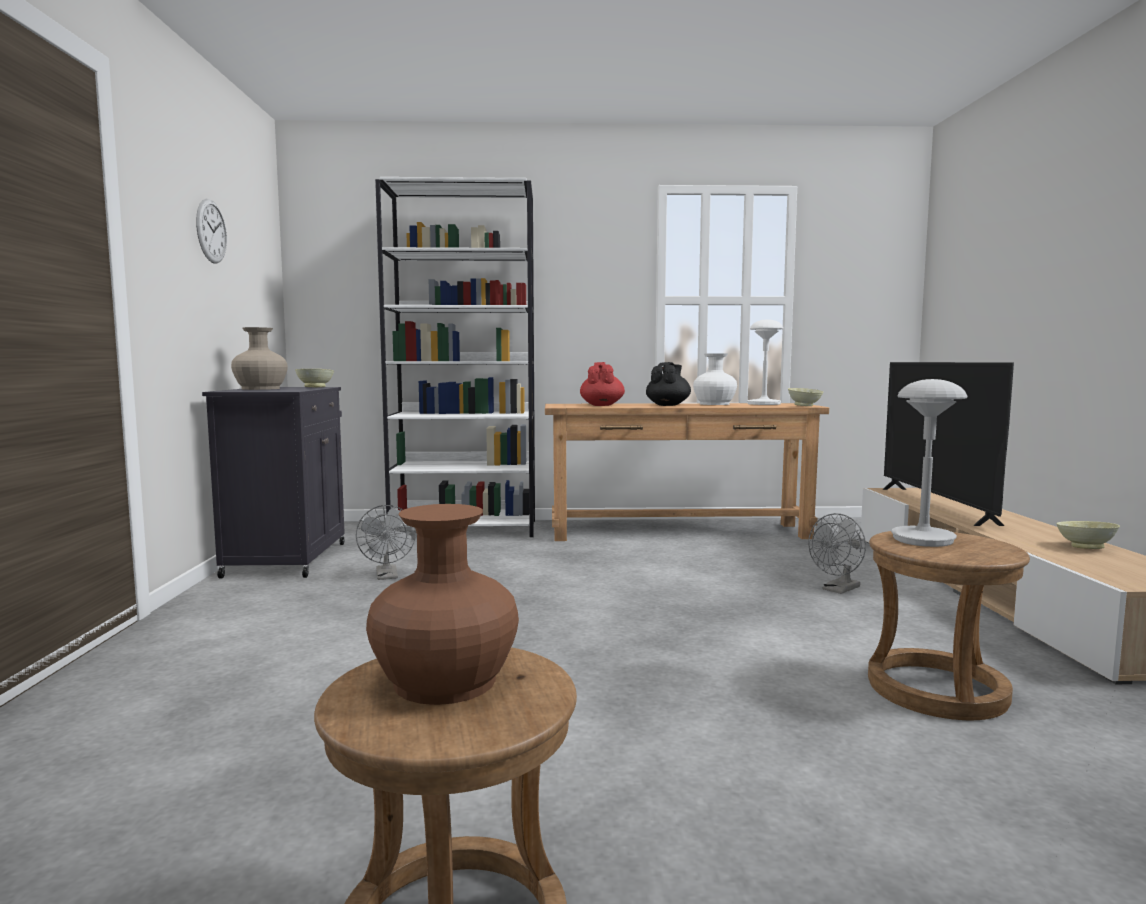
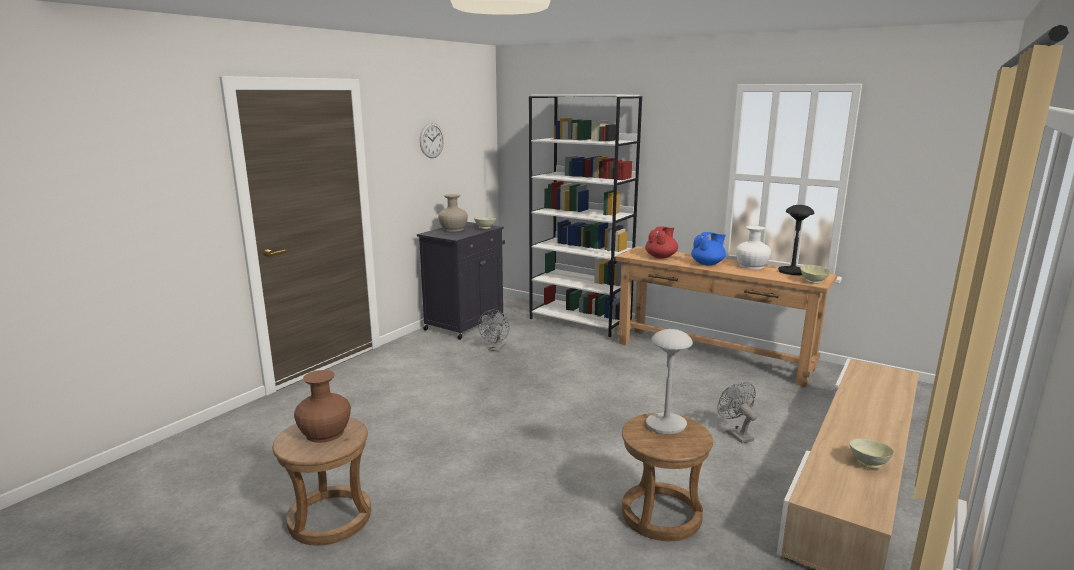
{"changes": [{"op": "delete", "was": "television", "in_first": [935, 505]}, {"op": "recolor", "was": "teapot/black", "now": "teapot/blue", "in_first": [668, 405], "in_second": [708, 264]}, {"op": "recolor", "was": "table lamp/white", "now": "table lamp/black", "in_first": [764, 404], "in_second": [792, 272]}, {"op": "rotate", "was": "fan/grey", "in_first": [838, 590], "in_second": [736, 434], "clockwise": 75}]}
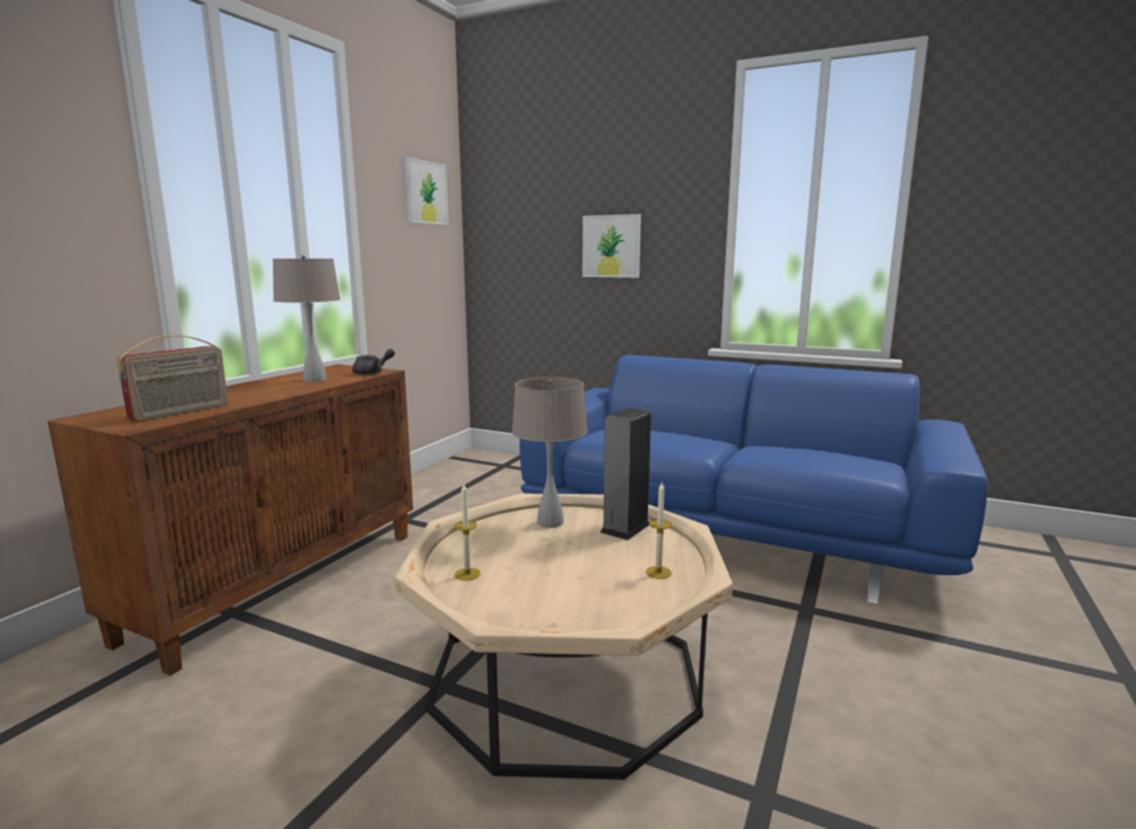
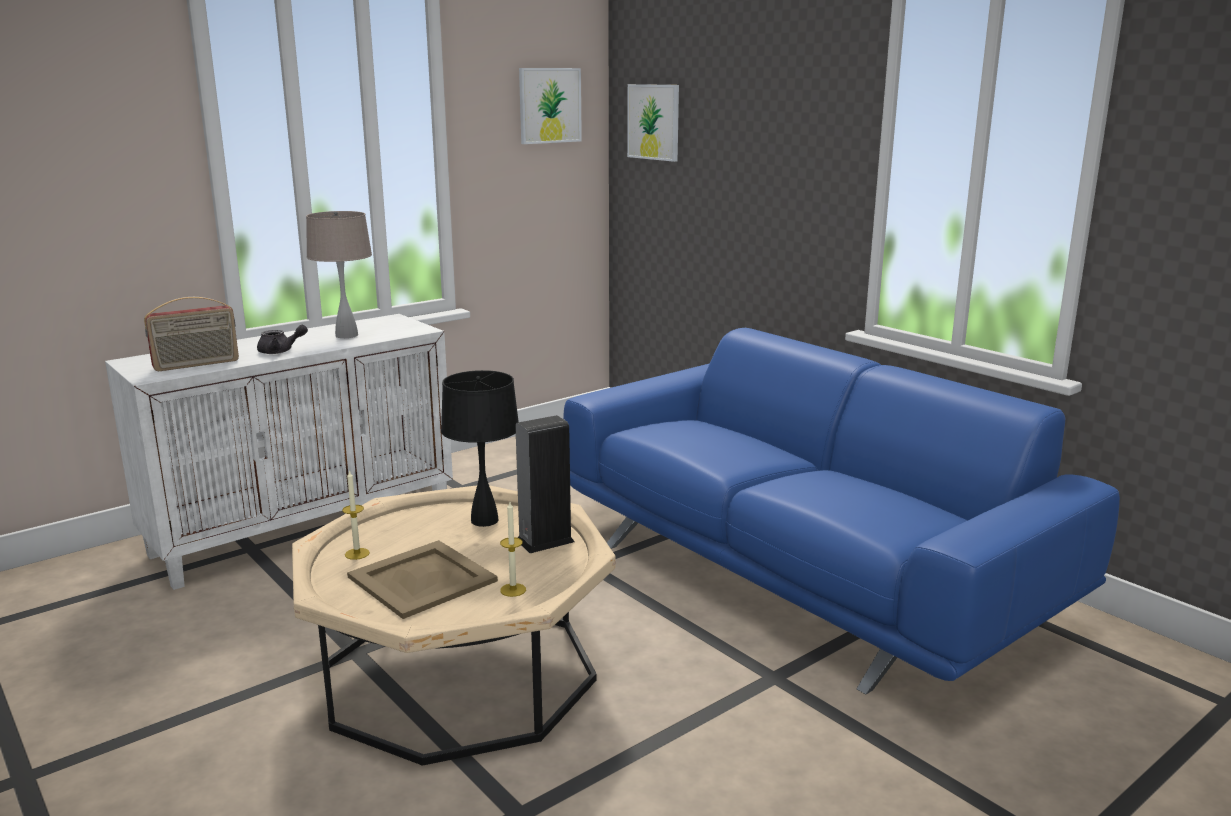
{"changes": [{"op": "insert", "now": "tray/beige", "in_second": [422, 580]}, {"op": "move", "was": "teapot/grey", "in_first": [373, 373], "in_second": [280, 351]}, {"op": "move", "was": "picture", "in_first": [611, 246], "in_second": [653, 122]}, {"op": "recolor", "was": "cabinet/brown", "now": "cabinet/white", "in_first": [281, 582], "in_second": [306, 529]}, {"op": "recolor", "was": "table lamp/beige", "now": "table lamp/black", "in_first": [550, 522], "in_second": [485, 520]}]}
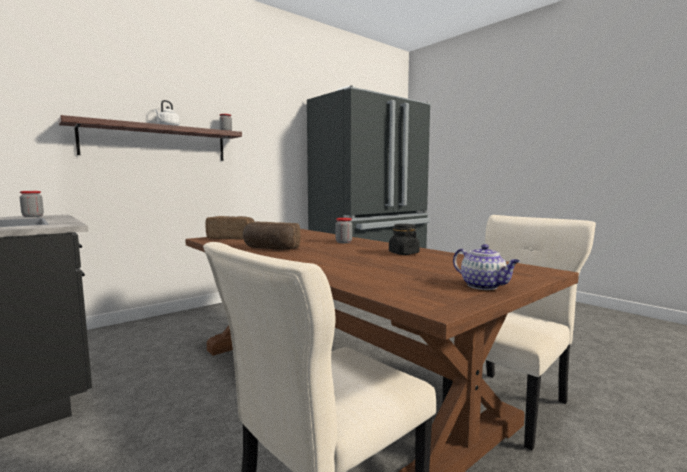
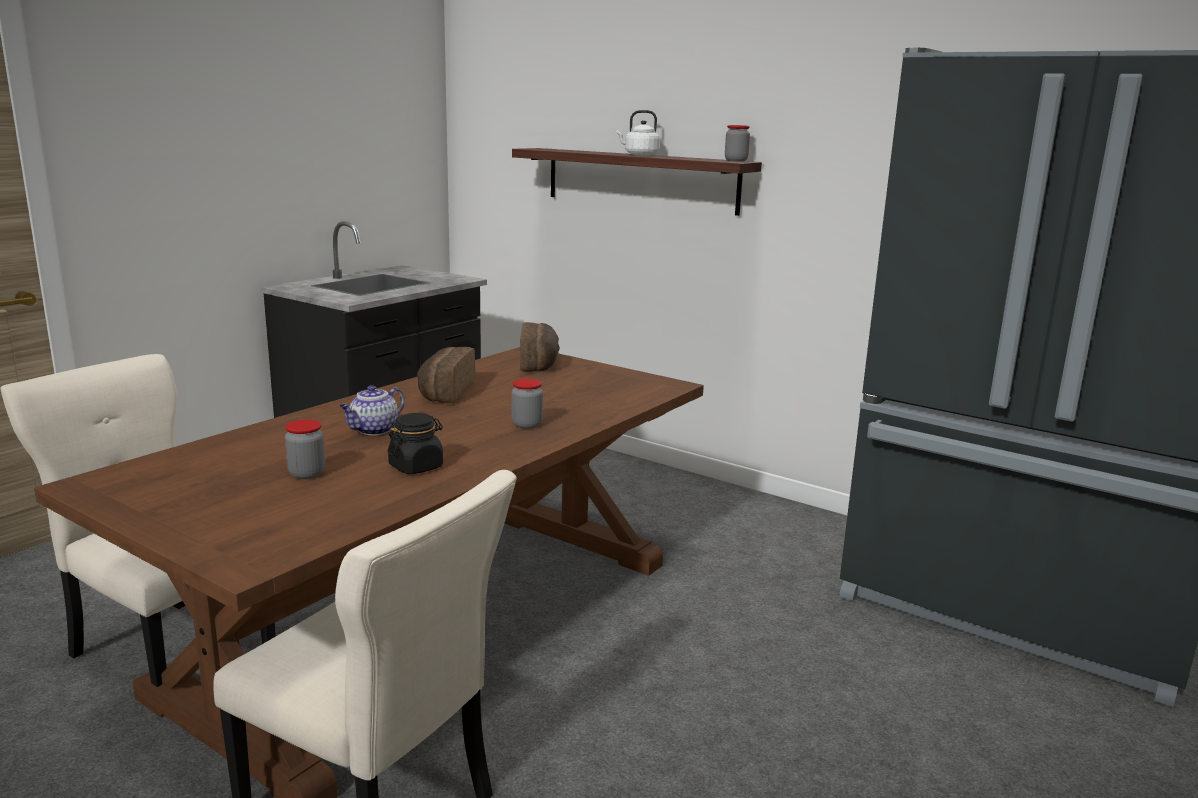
{"changes": [{"op": "move", "was": "jar", "in_first": [33, 216], "in_second": [307, 474]}, {"op": "move", "was": "teapot", "in_first": [484, 286], "in_second": [373, 430]}]}
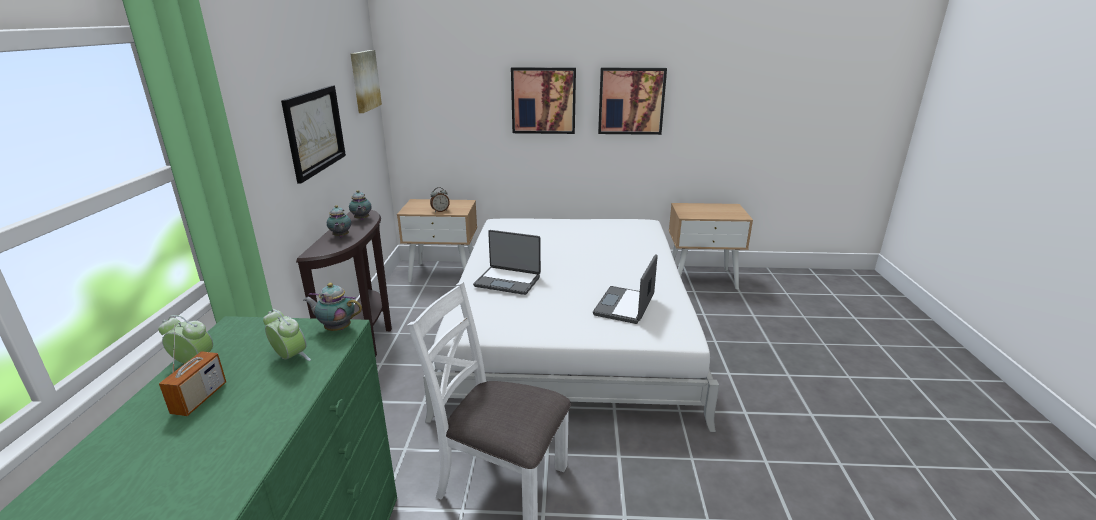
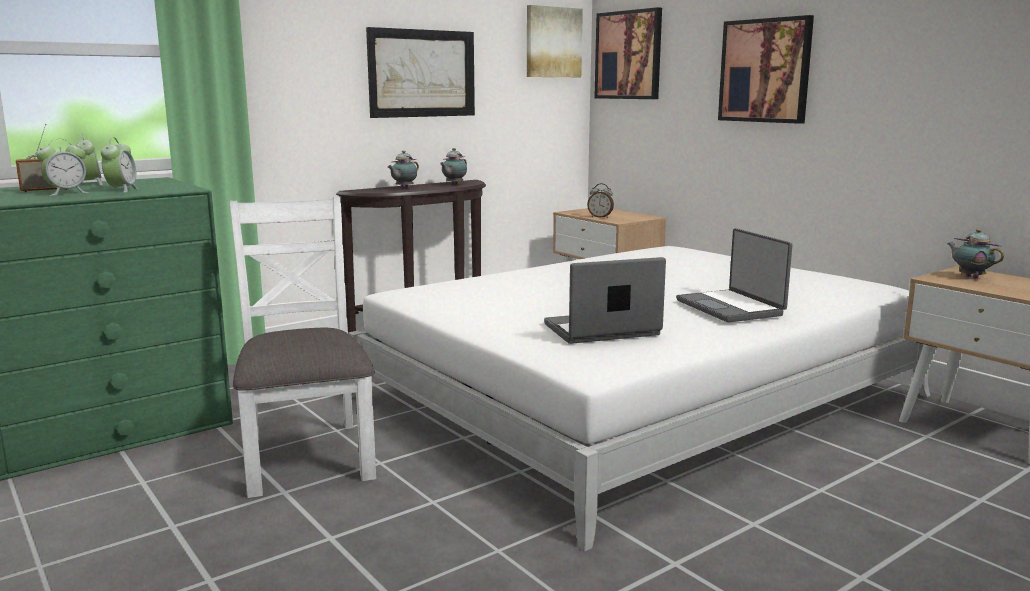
{"changes": [{"op": "insert", "now": "alarm clock", "in_second": [66, 193]}, {"op": "move", "was": "teapot", "in_first": [336, 329], "in_second": [970, 277]}, {"op": "move", "was": "laptop", "in_first": [508, 281], "in_second": [731, 307]}, {"op": "move", "was": "picture", "in_first": [631, 101], "in_second": [628, 55]}]}
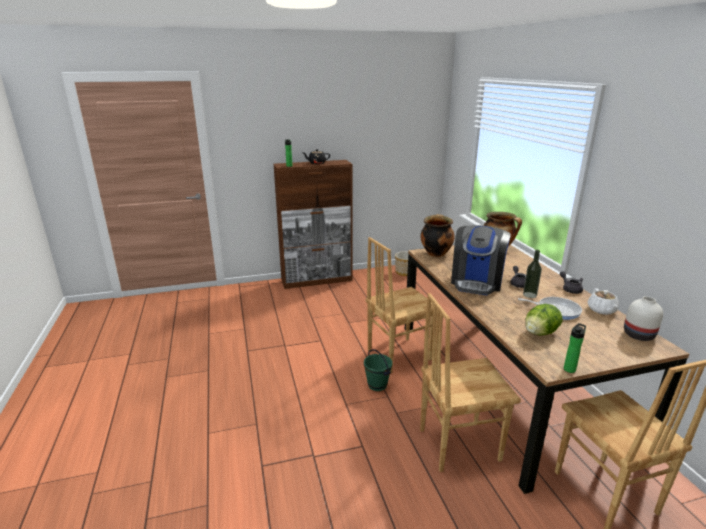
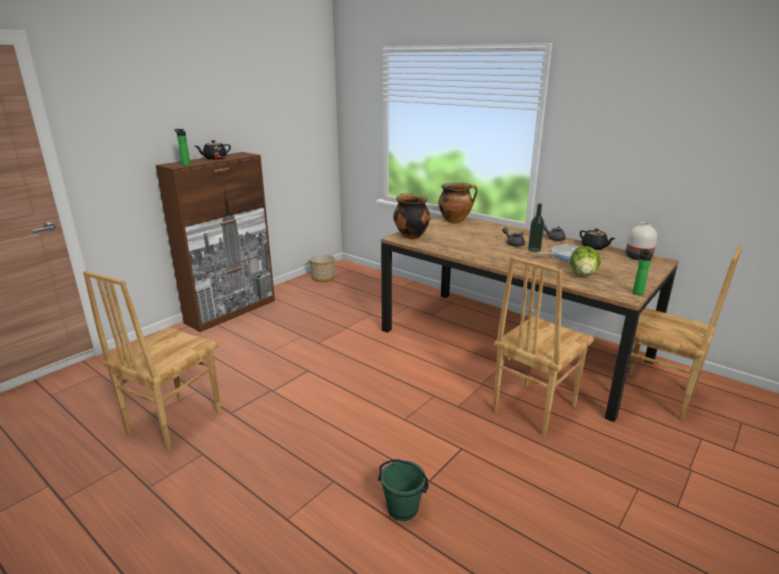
{"changes": [{"op": "delete", "was": "coffee machine", "in_first": [476, 282]}, {"op": "move", "was": "bucket/green", "in_first": [377, 385], "in_second": [403, 509]}, {"op": "move", "was": "chair/brown", "in_first": [398, 355], "in_second": [173, 423]}, {"op": "recolor", "was": "teapot/white", "now": "teapot/black", "in_first": [601, 310], "in_second": [594, 247]}]}
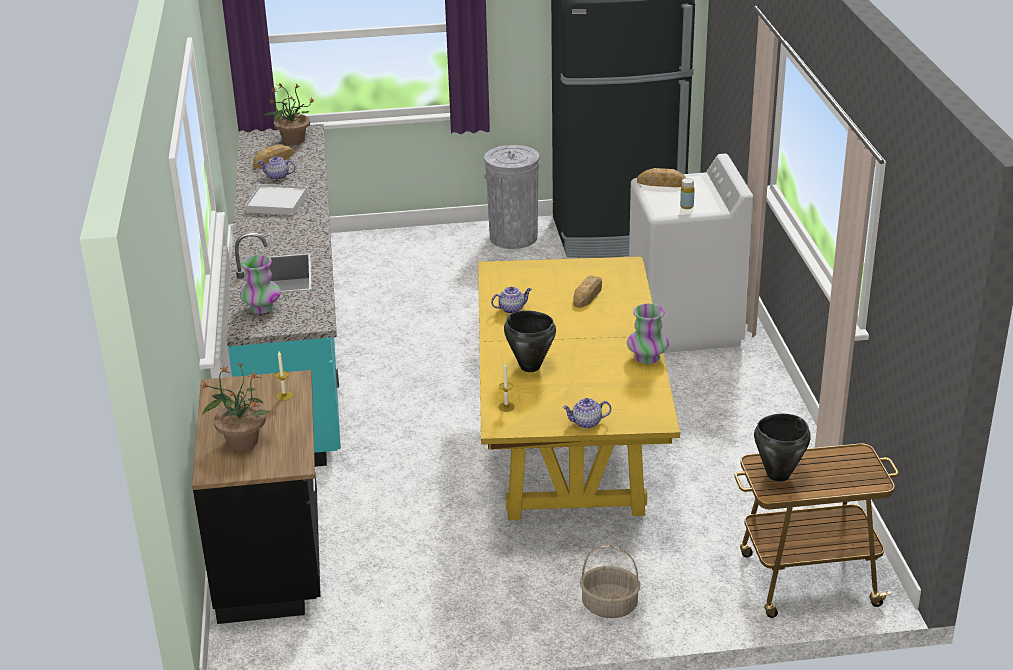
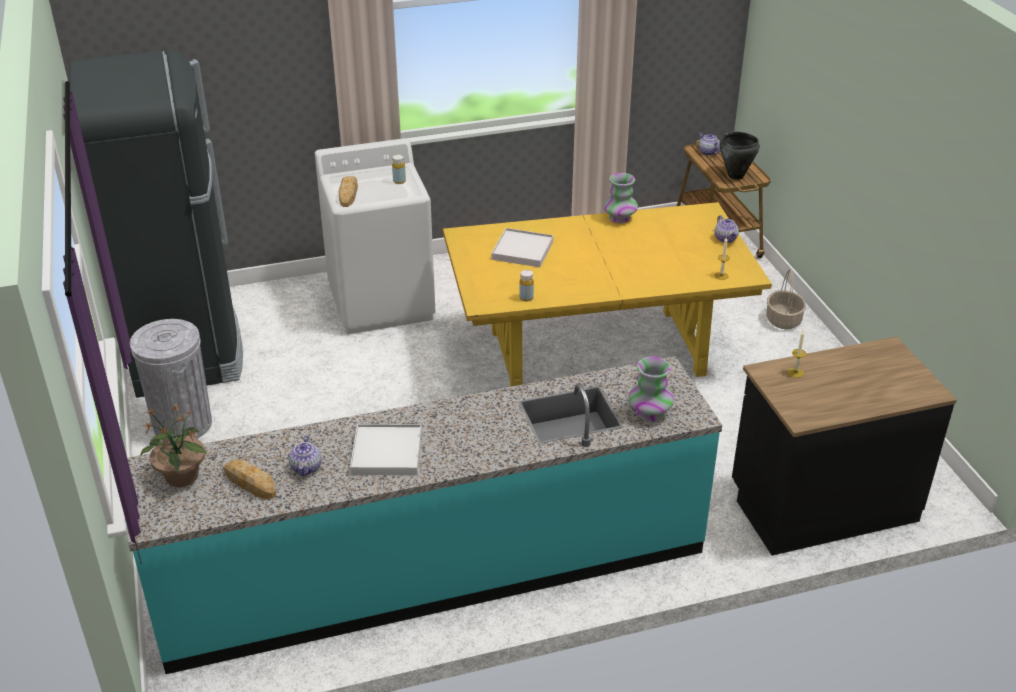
{"changes": [{"op": "delete", "was": "potted plant", "in_first": [242, 441]}, {"op": "delete", "was": "cooking pot/black", "in_first": [530, 366]}, {"op": "insert", "now": "bottle/yellow", "in_second": [526, 298]}, {"op": "move", "was": "teapot", "in_first": [512, 309], "in_second": [707, 152]}, {"op": "replace", "was": "bread", "now": "tray/white", "in_first": [588, 295], "in_second": [522, 250]}]}
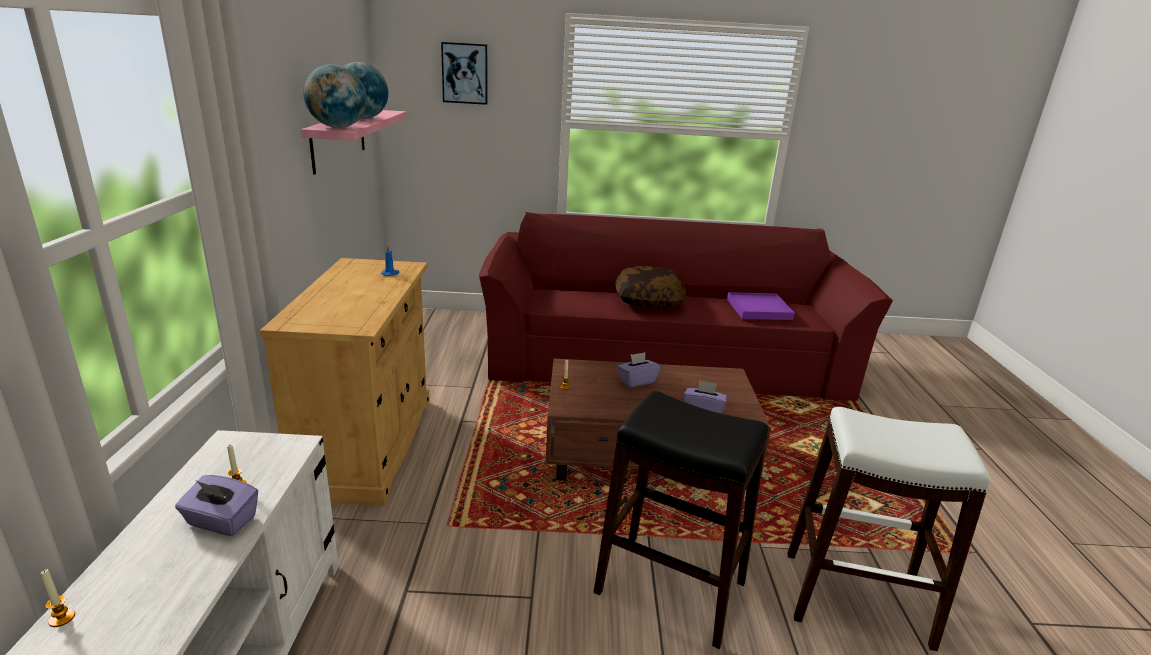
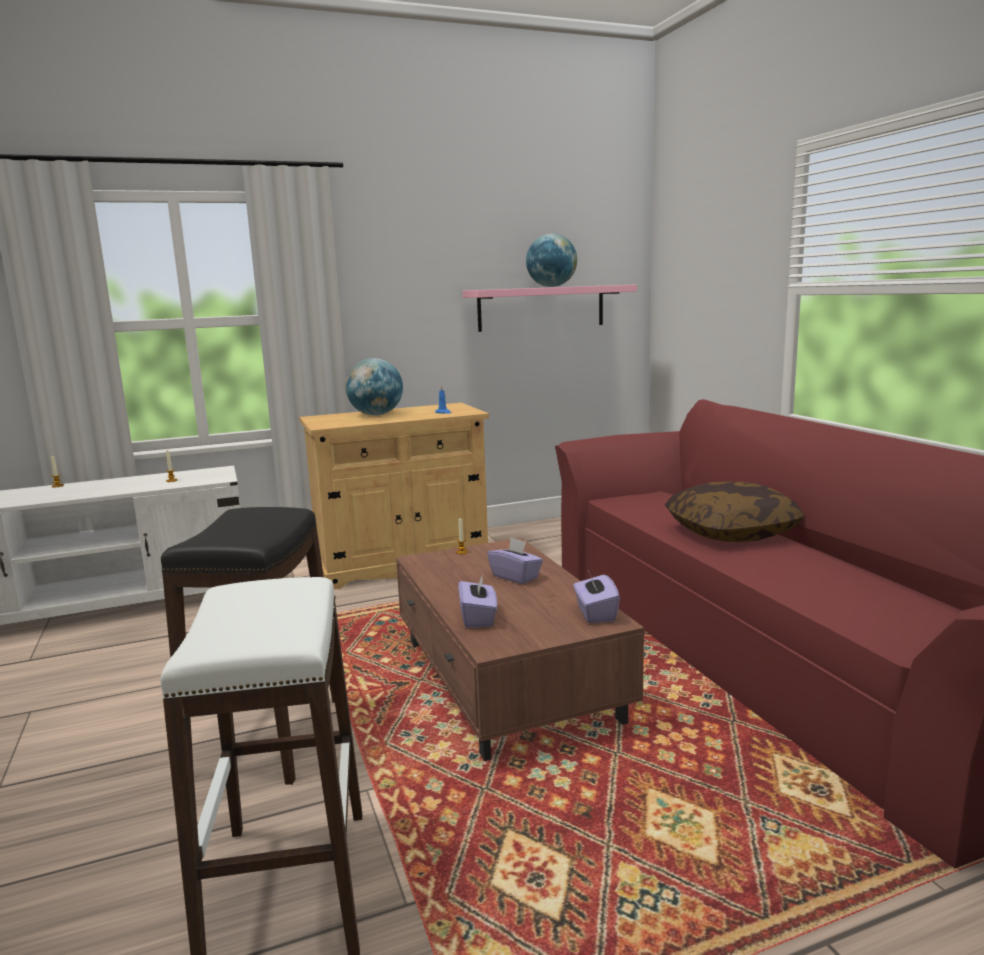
{"changes": [{"op": "delete", "was": "picture", "in_first": [465, 73]}, {"op": "delete", "was": "tray/purple", "in_first": [759, 309]}, {"op": "move", "was": "tissue box/purple", "in_first": [221, 521], "in_second": [595, 613]}, {"op": "move", "was": "globe", "in_first": [338, 127], "in_second": [376, 415]}]}
